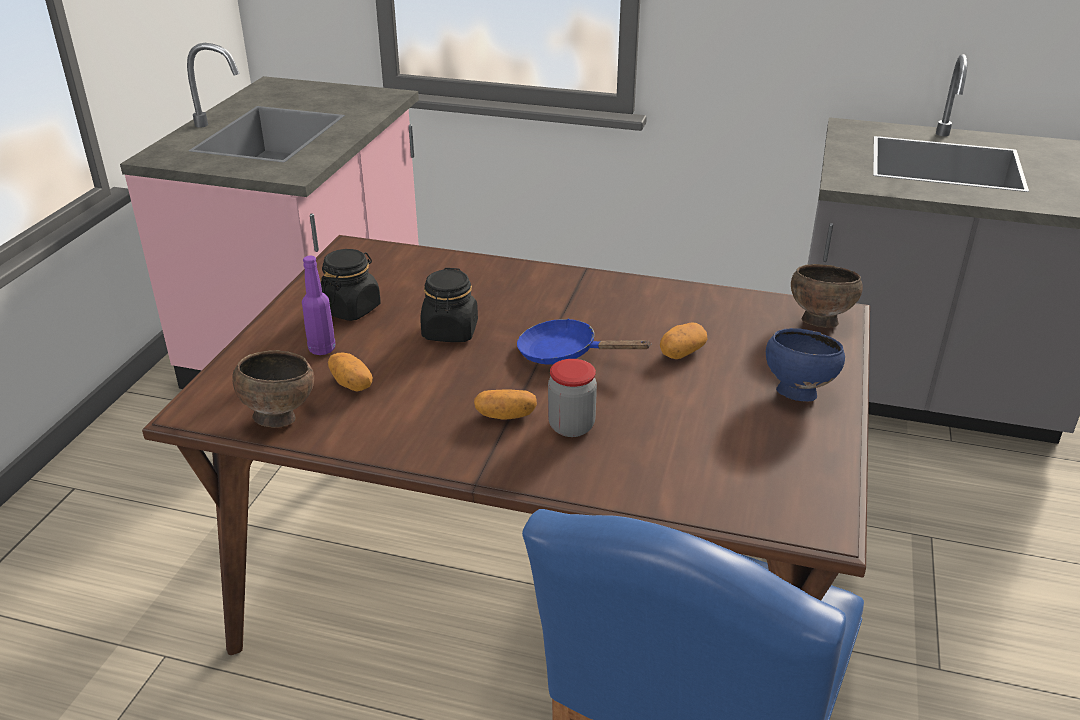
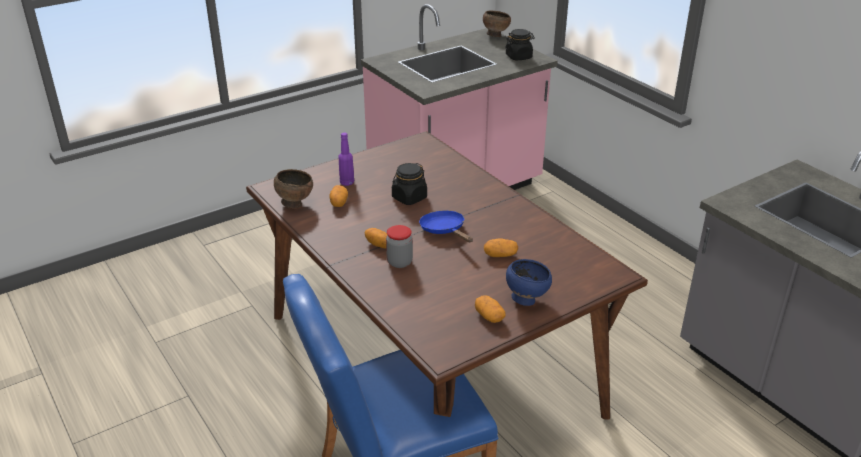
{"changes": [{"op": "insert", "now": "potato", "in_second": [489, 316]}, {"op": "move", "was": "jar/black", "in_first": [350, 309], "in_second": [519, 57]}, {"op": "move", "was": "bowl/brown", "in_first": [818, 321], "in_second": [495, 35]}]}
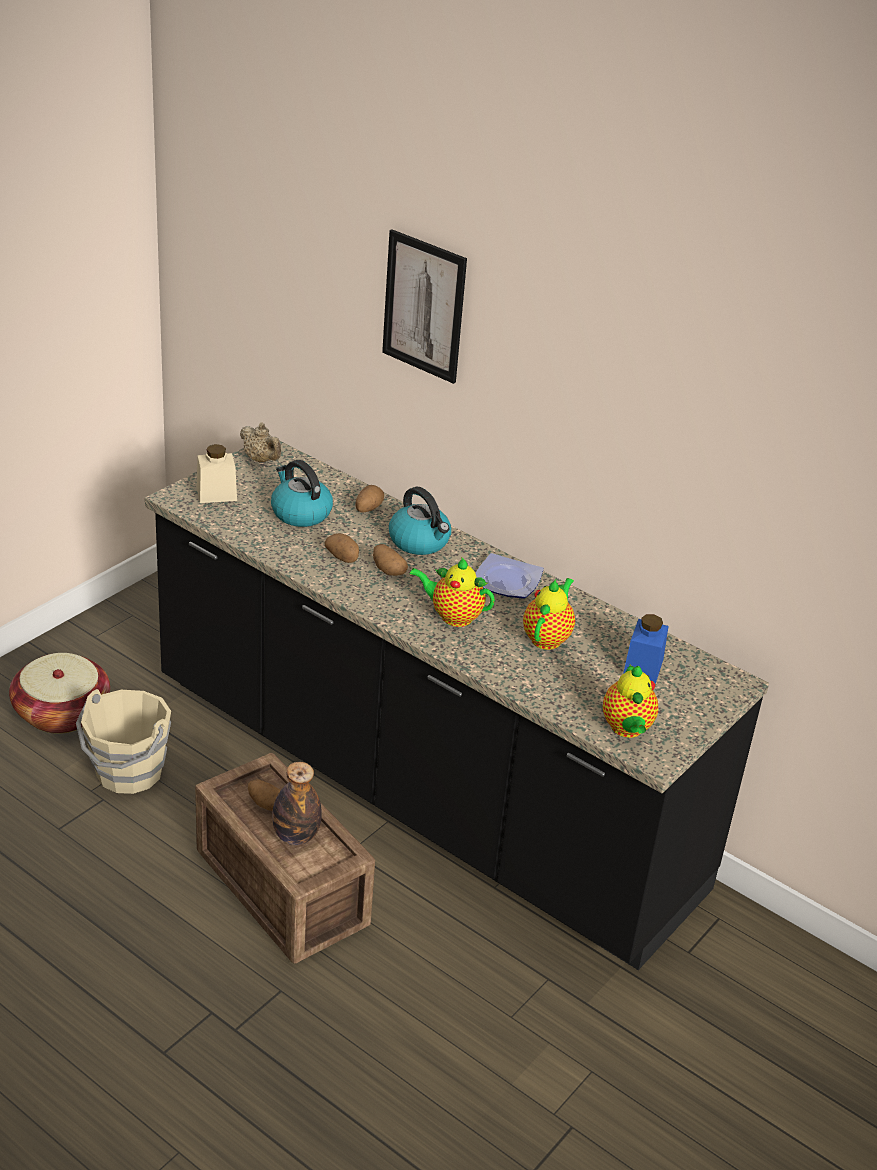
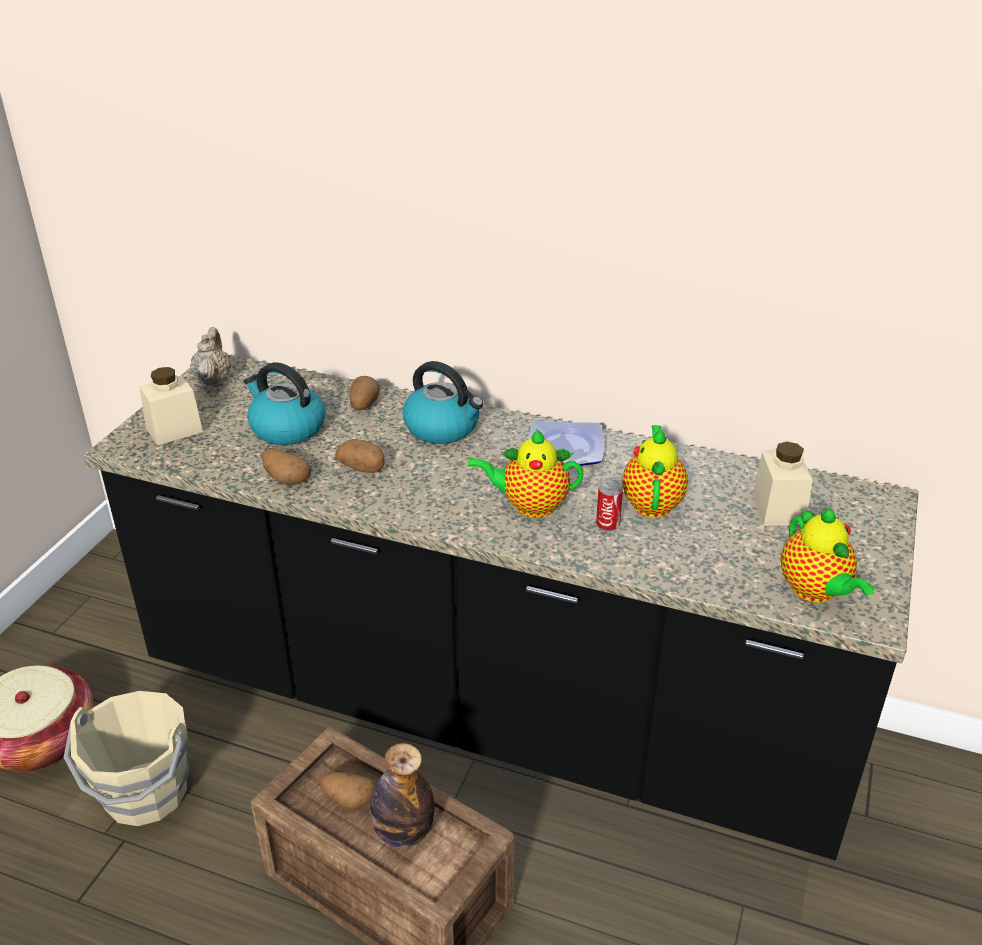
{"changes": [{"op": "delete", "was": "picture", "in_first": [424, 306]}, {"op": "insert", "now": "can", "in_second": [607, 524]}, {"op": "move", "was": "potato", "in_first": [387, 570], "in_second": [286, 479]}, {"op": "recolor", "was": "jar/blue", "now": "jar/beige", "in_first": [643, 667], "in_second": [778, 509]}, {"op": "rotate", "was": "teapot/beige", "in_first": [261, 460], "in_second": [213, 379], "clockwise": -120}]}
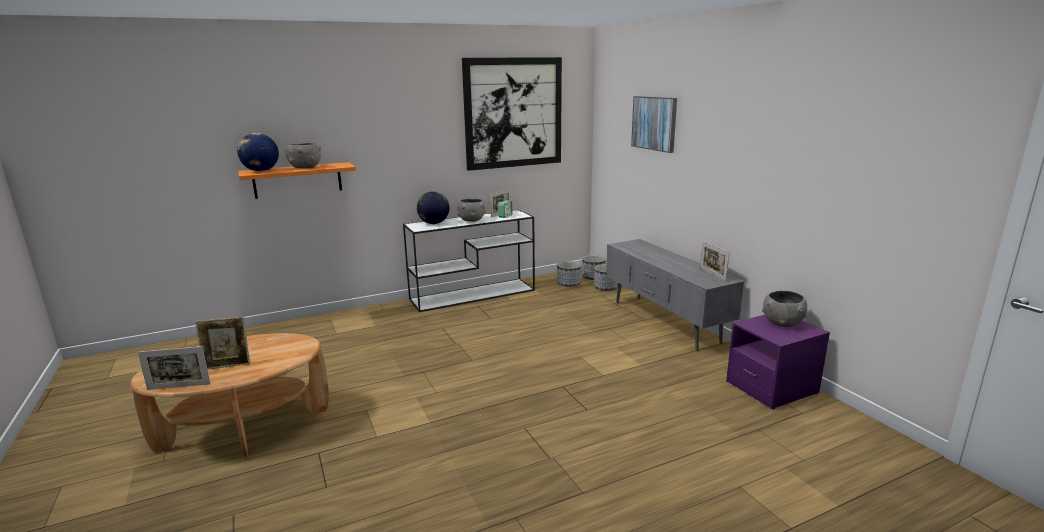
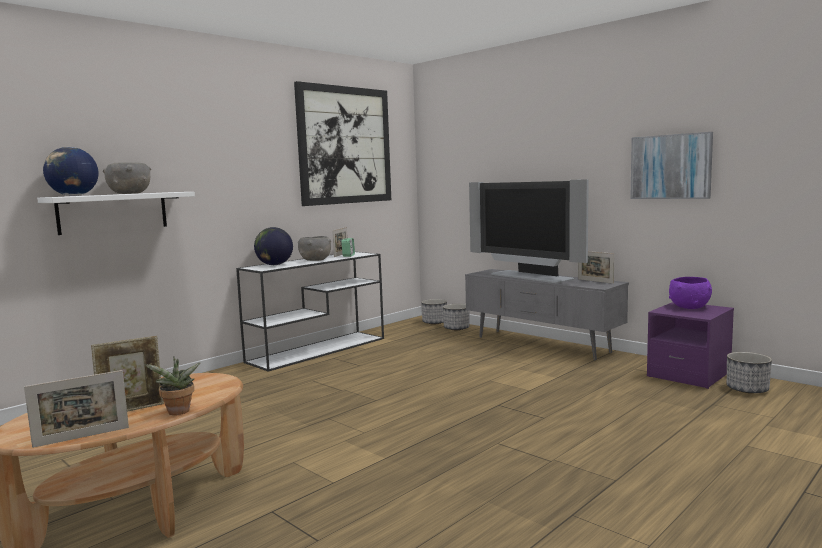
{"changes": [{"op": "insert", "now": "potted plant", "in_second": [178, 413]}, {"op": "insert", "now": "television", "in_second": [530, 277]}, {"op": "move", "was": "planter", "in_first": [569, 284], "in_second": [747, 389]}, {"op": "move", "was": "picture", "in_first": [654, 123], "in_second": [670, 167]}, {"op": "recolor", "was": "shelf/orange", "now": "shelf/white", "in_first": [298, 180], "in_second": [113, 212]}, {"op": "recolor", "was": "bowl/grey", "now": "bowl/purple", "in_first": [782, 323], "in_second": [689, 307]}]}
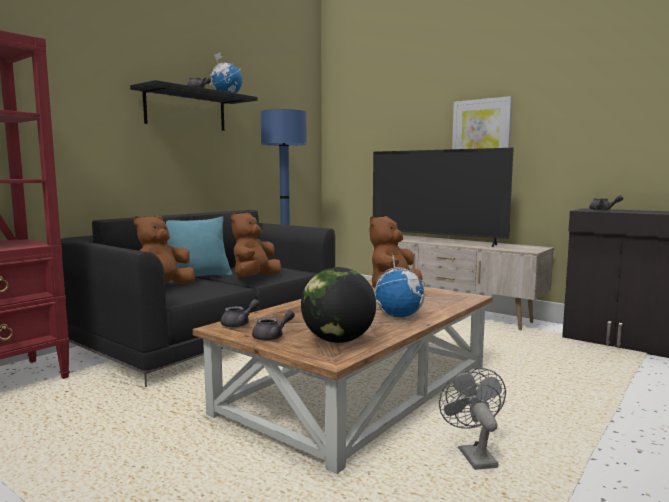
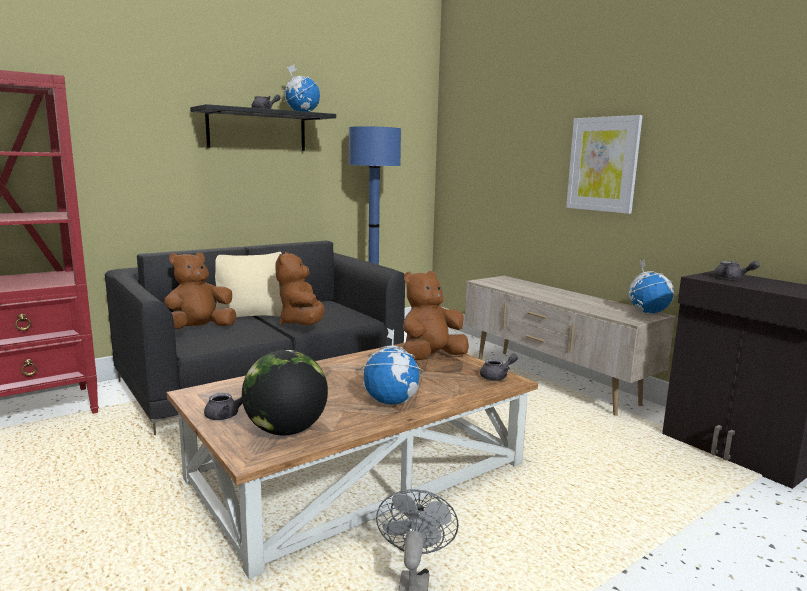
{"changes": [{"op": "delete", "was": "television", "in_first": [436, 241]}, {"op": "insert", "now": "globe", "in_second": [648, 312]}, {"op": "move", "was": "teapot/grey", "in_first": [239, 324], "in_second": [497, 376]}, {"op": "recolor", "was": "pillow/turquoise", "now": "pillow/beige", "in_first": [198, 277], "in_second": [249, 316]}, {"op": "rotate", "was": "plush toy/brown", "in_first": [255, 278], "in_second": [303, 324], "clockwise": -45}]}
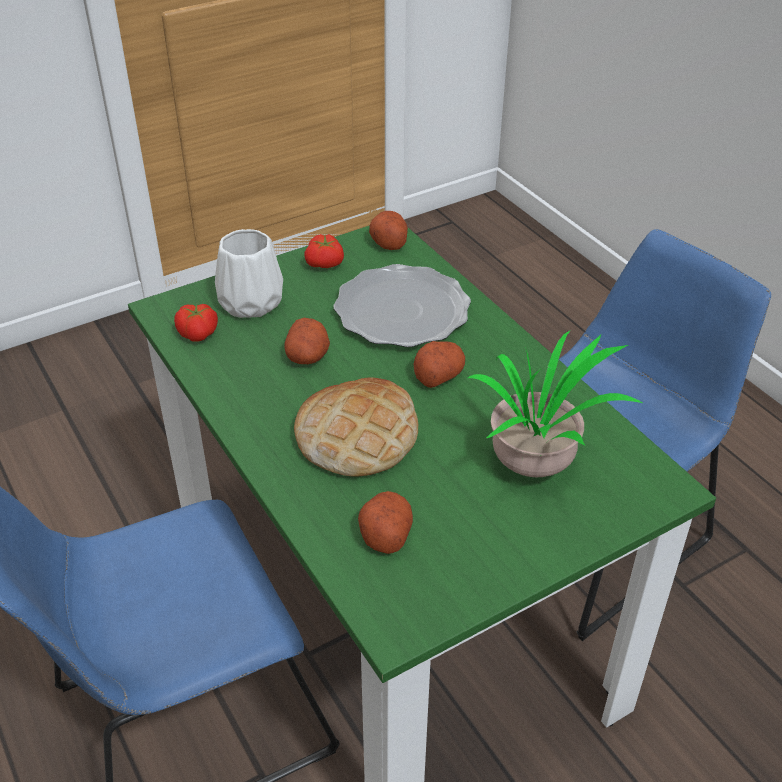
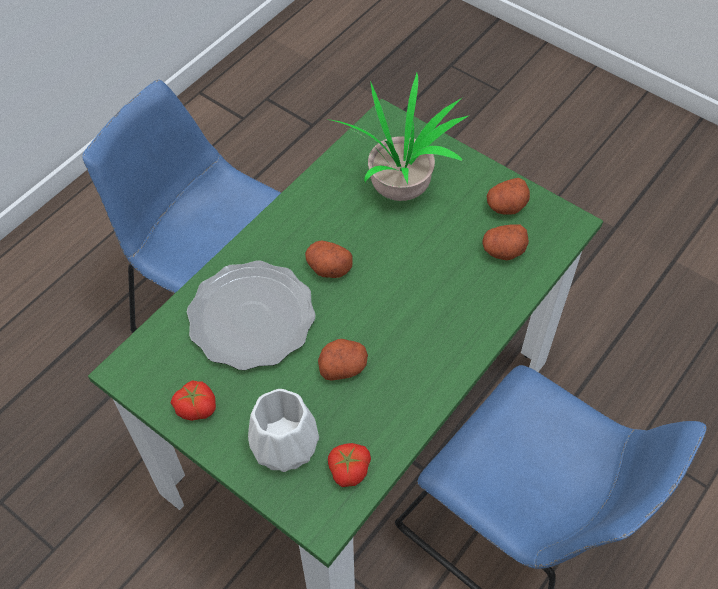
{"changes": [{"op": "delete", "was": "bread", "in_first": [357, 435]}, {"op": "move", "was": "potato", "in_first": [388, 241], "in_second": [506, 206]}]}
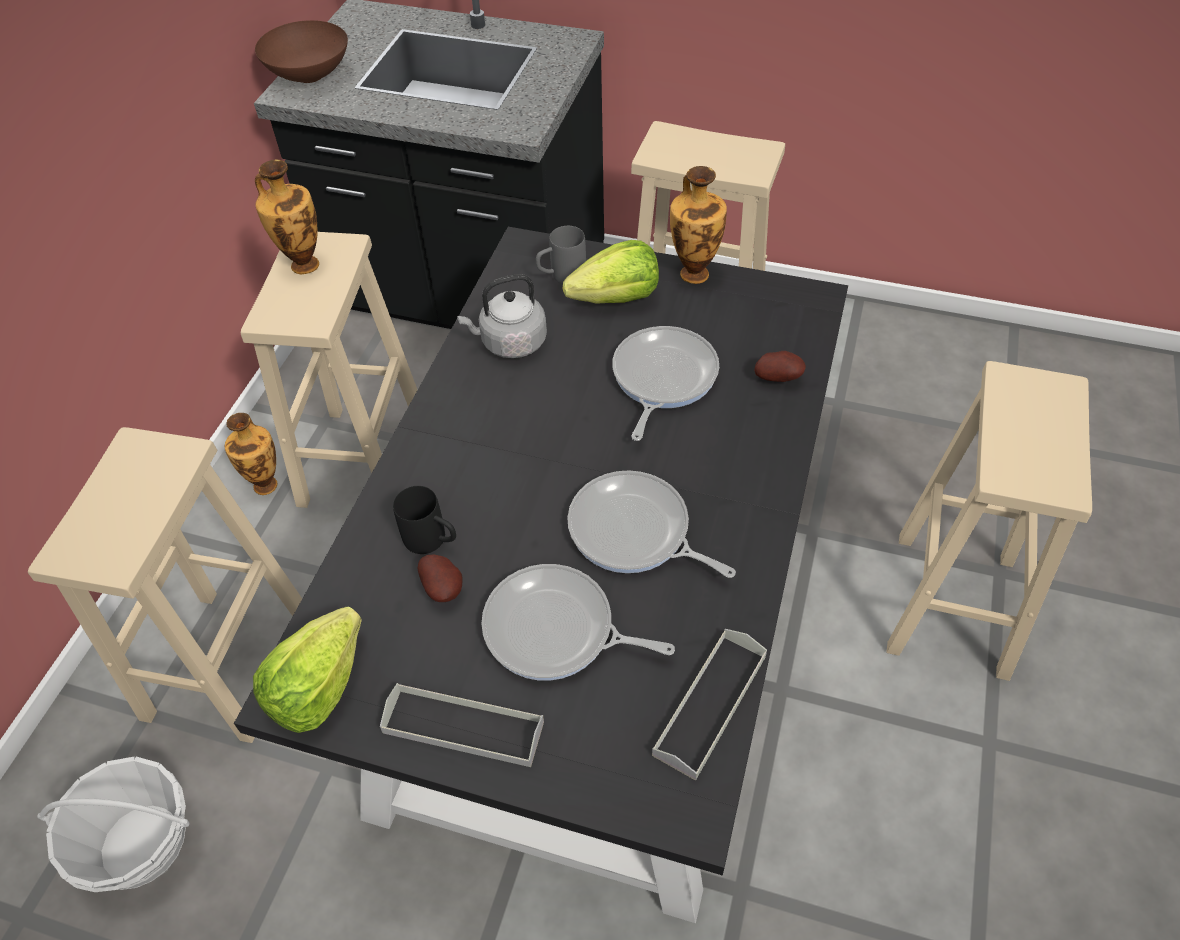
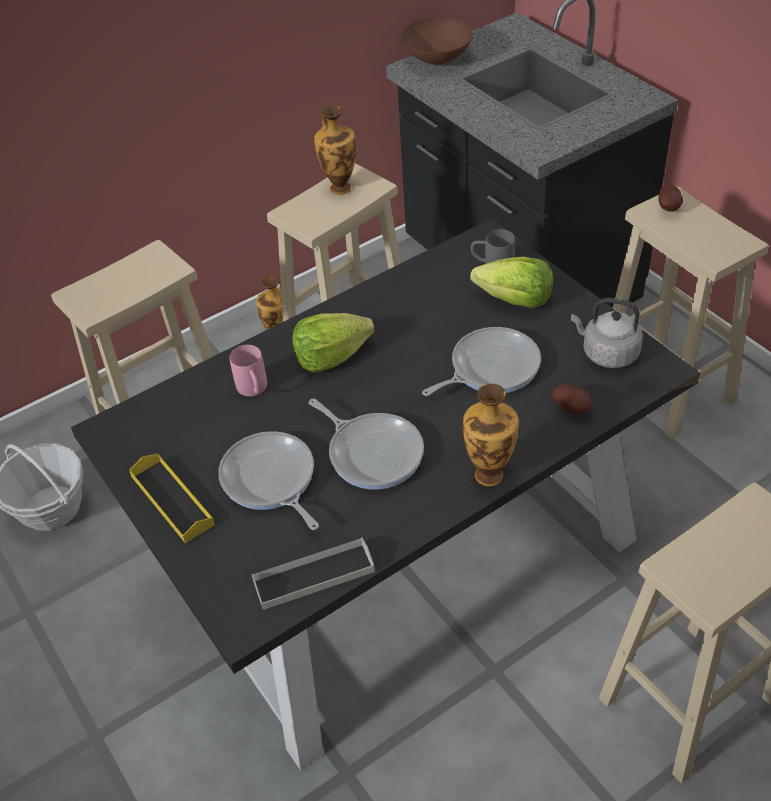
{"changes": [{"op": "move", "was": "lettuce", "in_first": [318, 687], "in_second": [331, 357]}, {"op": "move", "was": "potato", "in_first": [444, 588], "in_second": [669, 208]}, {"op": "move", "was": "kettle/grey", "in_first": [510, 343], "in_second": [607, 353]}, {"op": "move", "was": "vase", "in_first": [694, 272], "in_second": [489, 473]}, {"op": "recolor", "was": "tray/grey", "now": "tray/yellow", "in_first": [463, 727], "in_second": [172, 500]}, {"op": "recolor", "was": "mug/black", "now": "mug/pink", "in_first": [433, 541], "in_second": [254, 390]}, {"op": "rotate", "was": "frying pan", "in_first": [634, 532], "in_second": [372, 452], "clockwise": 150}]}
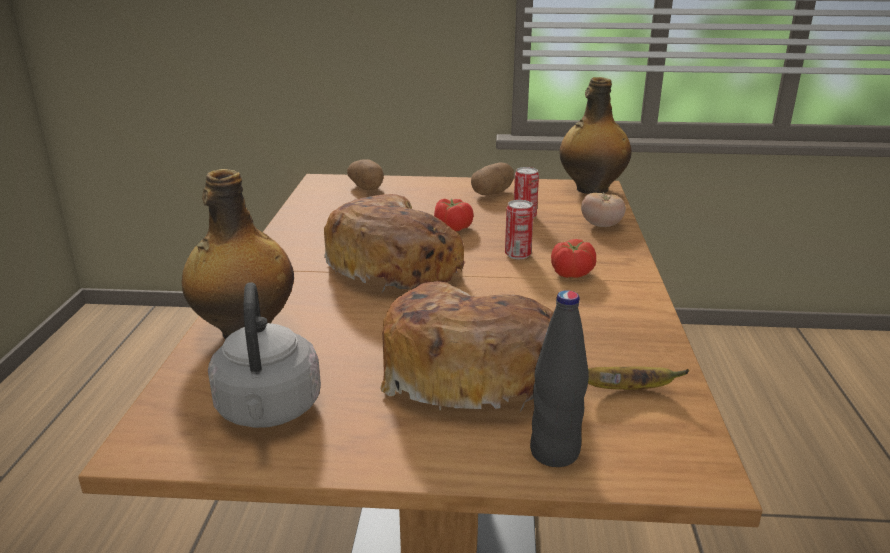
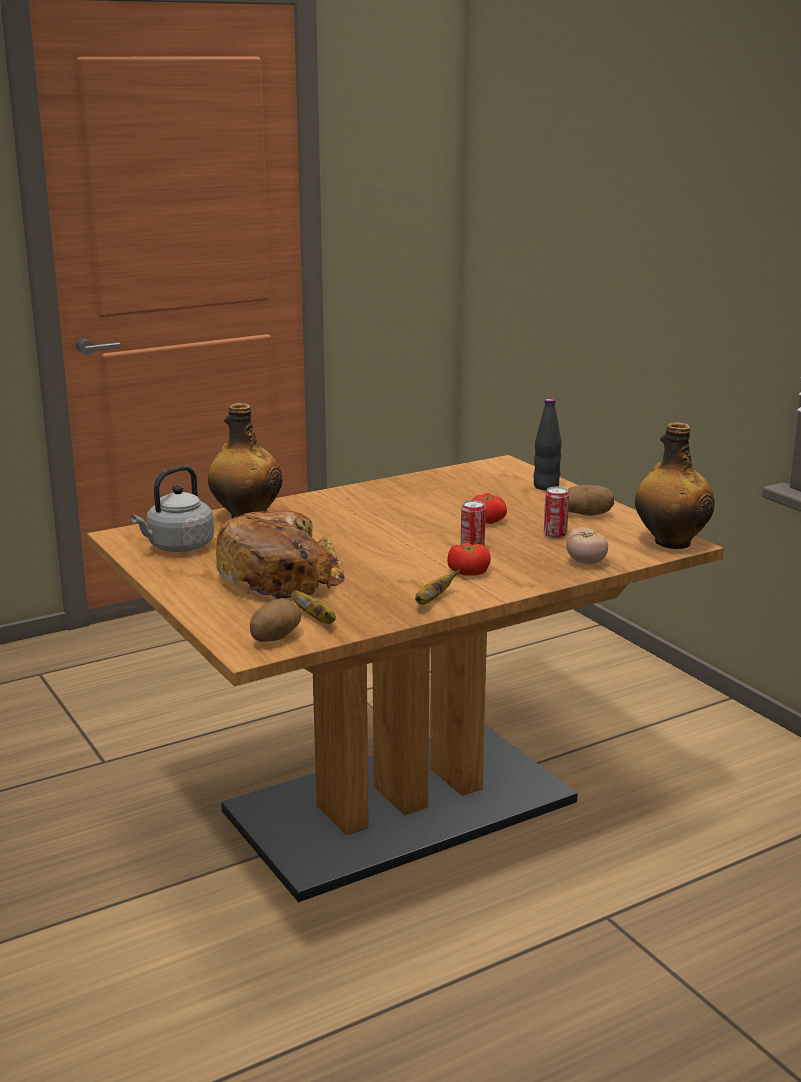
{"changes": [{"op": "delete", "was": "bread", "in_first": [397, 265]}, {"op": "insert", "now": "banana", "in_second": [432, 600]}, {"op": "move", "was": "potato", "in_first": [367, 188], "in_second": [274, 637]}, {"op": "move", "was": "bottle/black", "in_first": [555, 452], "in_second": [546, 487]}]}
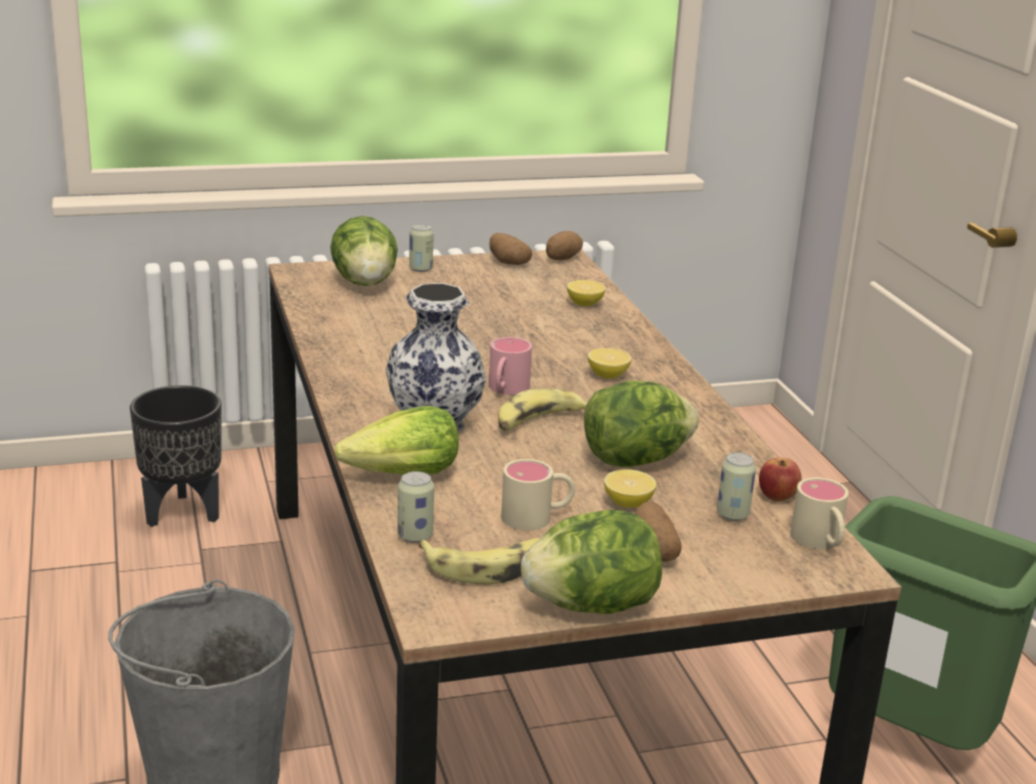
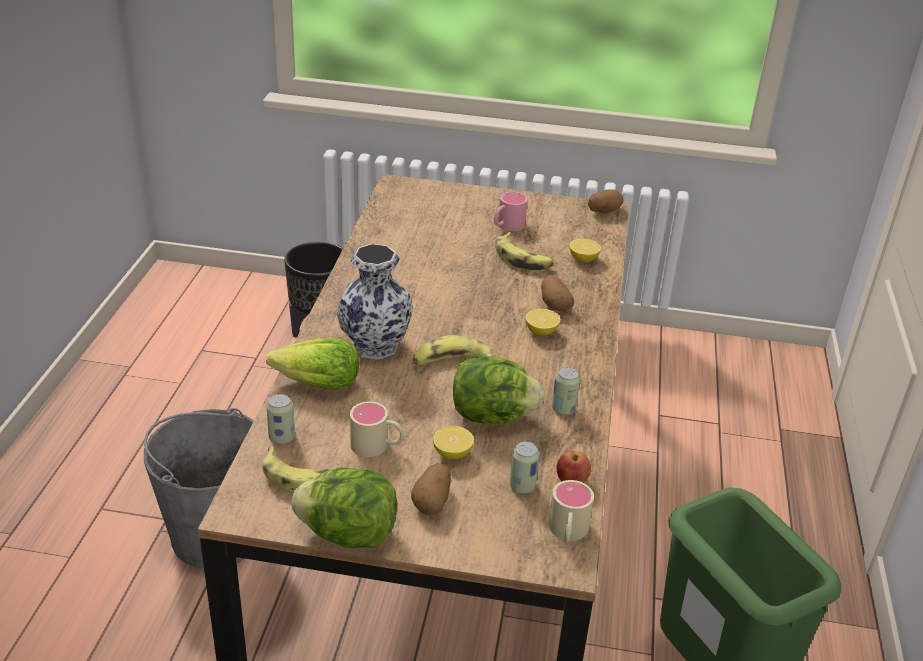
{"changes": [{"op": "delete", "was": "lettuce", "in_first": [365, 283]}, {"op": "insert", "now": "banana", "in_second": [522, 259]}, {"op": "move", "was": "can", "in_first": [420, 269], "in_second": [563, 409]}, {"op": "move", "was": "mug/pink", "in_first": [506, 389], "in_second": [506, 226]}, {"op": "move", "was": "potato", "in_first": [507, 262], "in_second": [554, 304]}]}
